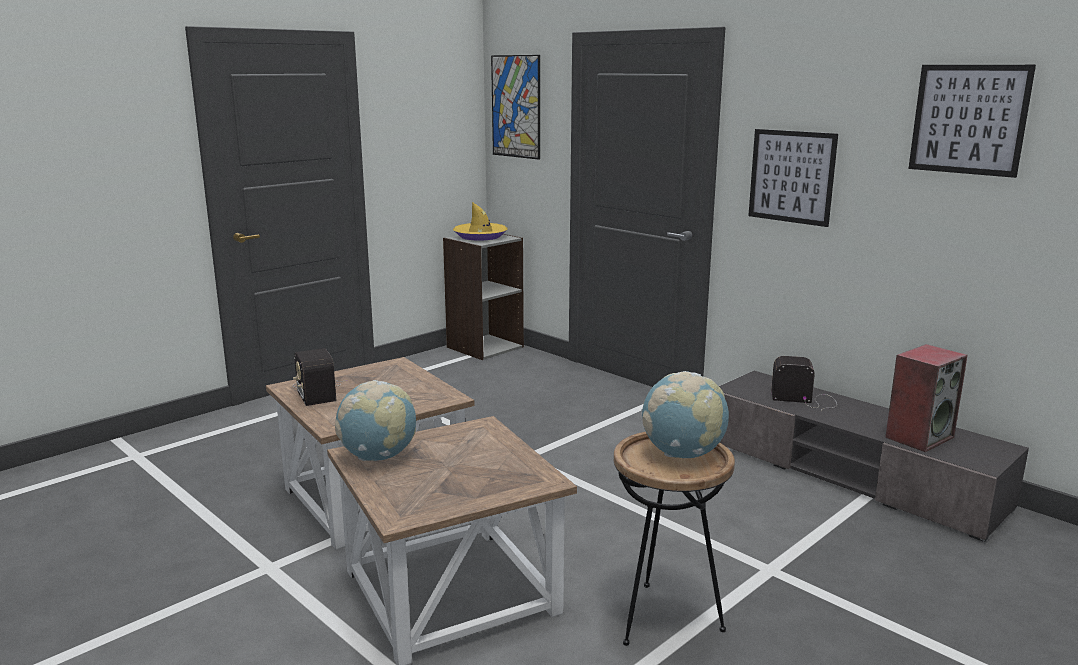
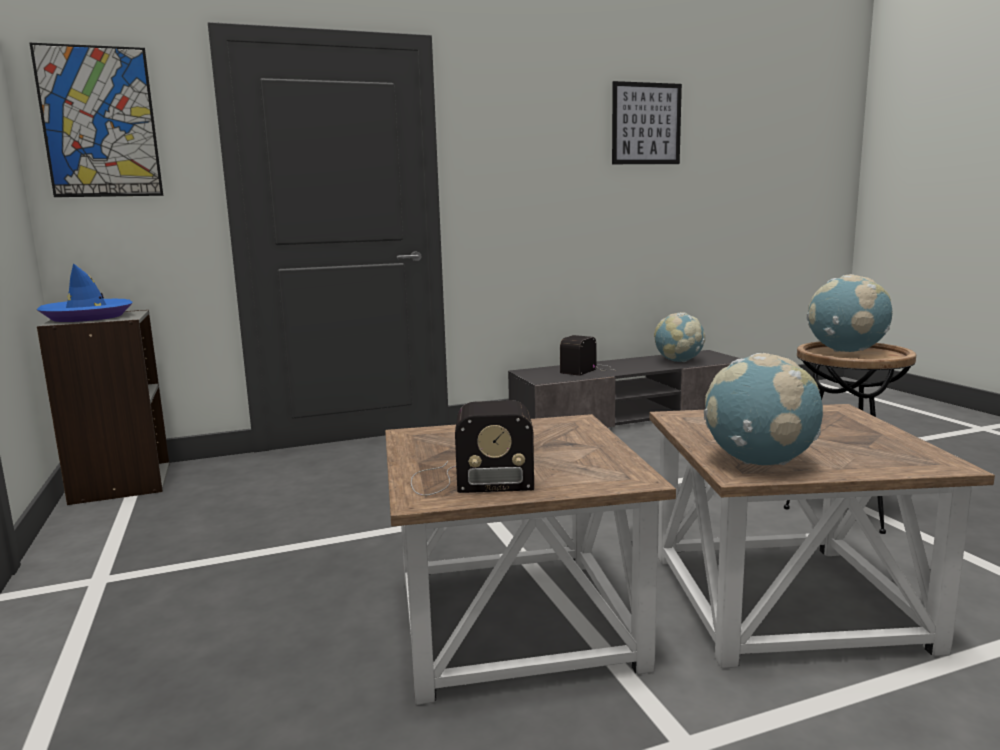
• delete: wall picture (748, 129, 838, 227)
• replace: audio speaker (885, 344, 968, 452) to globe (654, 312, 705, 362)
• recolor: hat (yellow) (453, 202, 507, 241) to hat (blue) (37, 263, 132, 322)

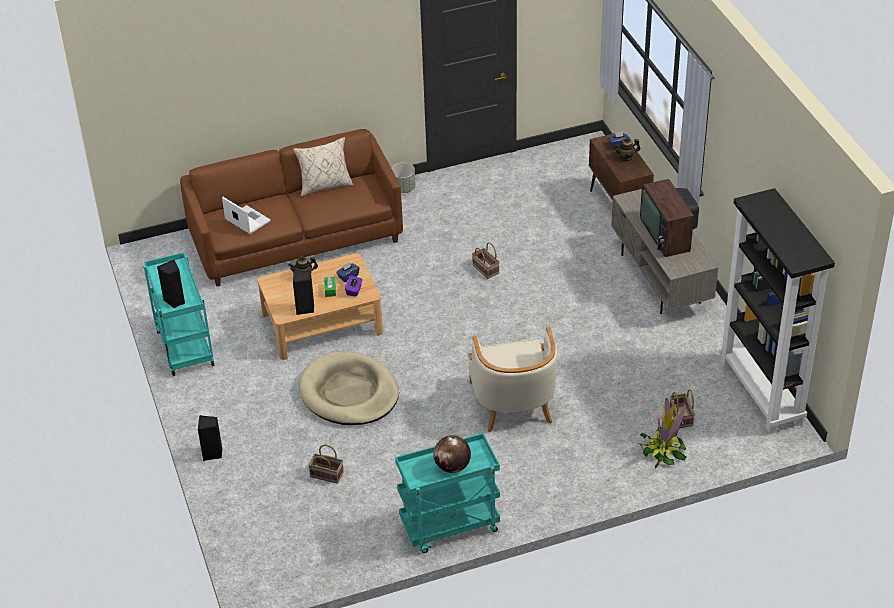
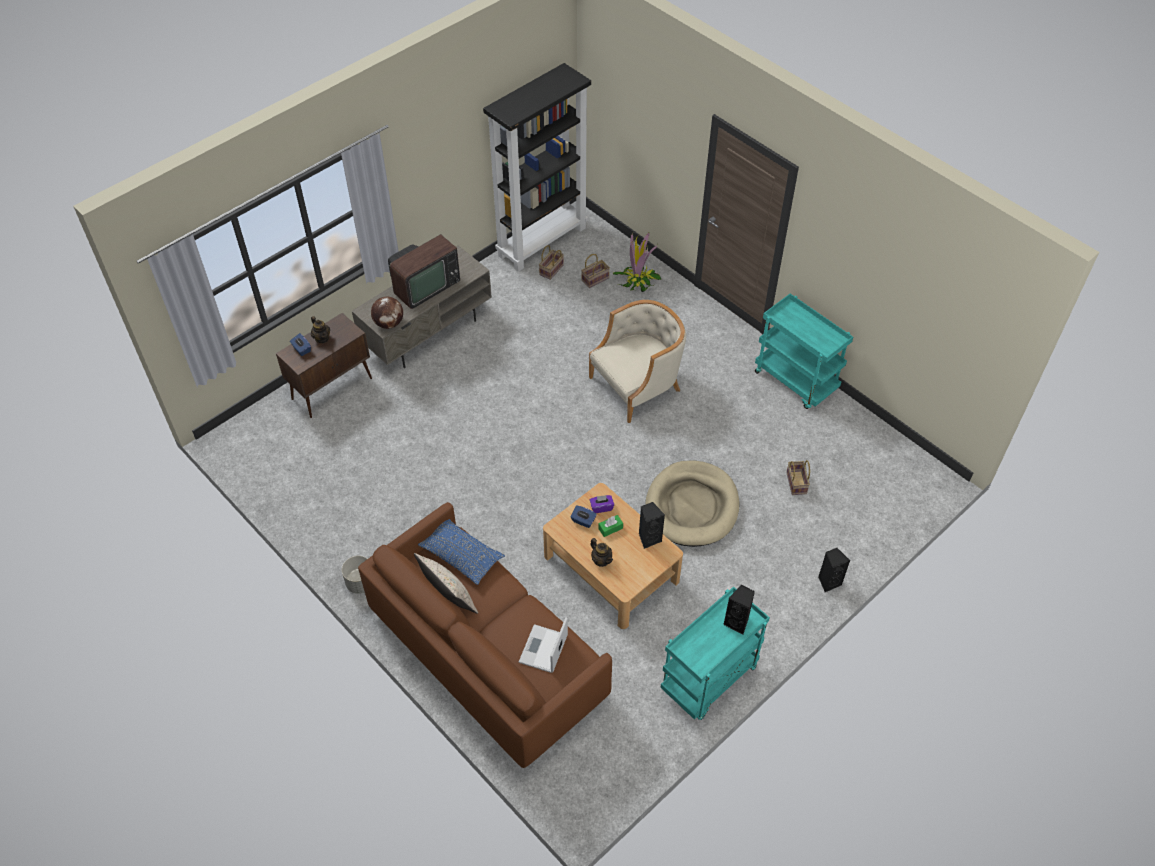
• insert: cushion (blue) (418, 519, 505, 585)
• move: globe (433, 435, 471, 473) to (371, 297, 403, 329)
• move: household basket (472, 242, 499, 279) to (539, 245, 564, 280)

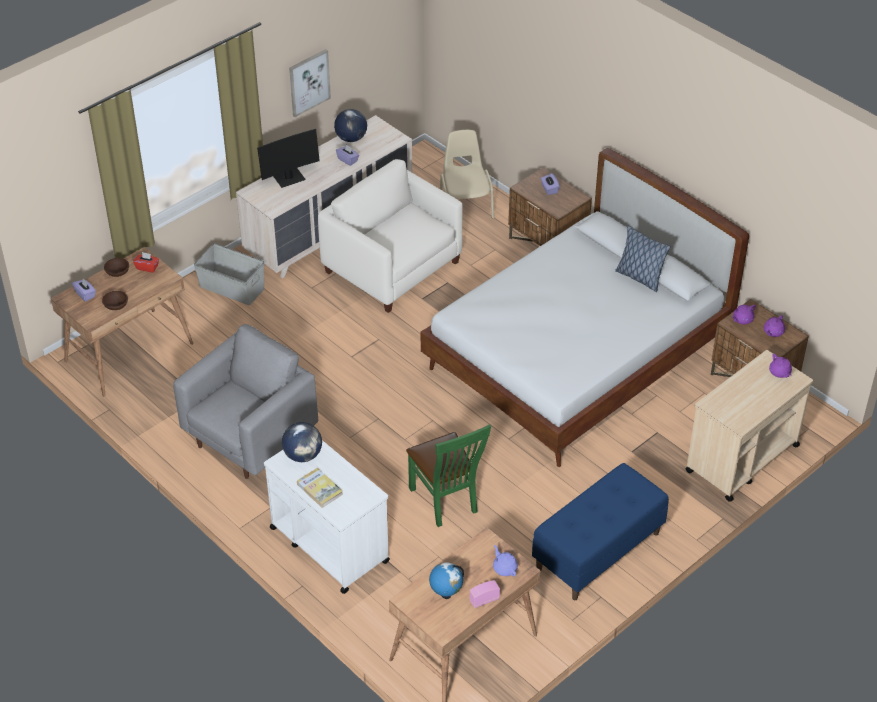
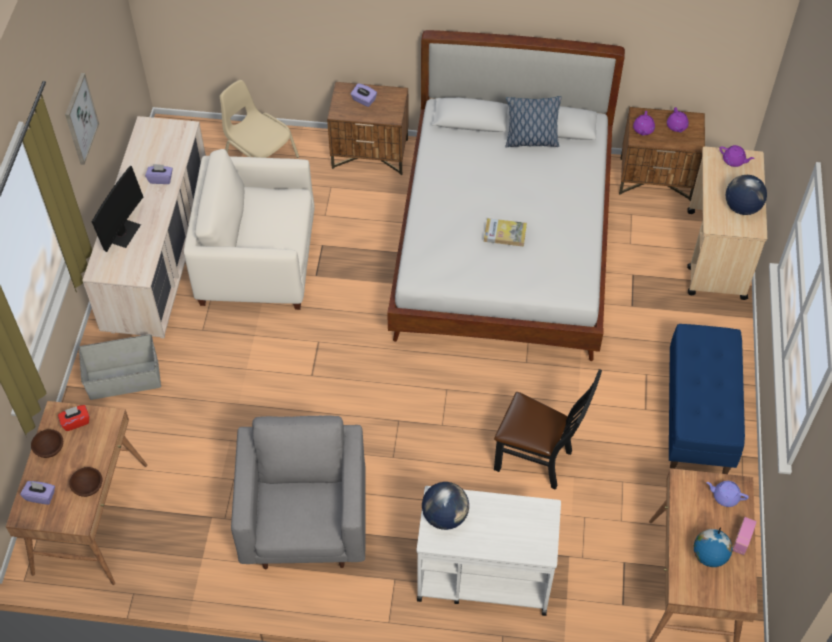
• move: bound book (297, 468, 343, 508) to (484, 218, 527, 246)
• move: globe (334, 109, 367, 142) to (726, 175, 767, 215)
• recolor: plain chair (green-coloured) (406, 424, 491, 527) to plain chair (black) (494, 369, 602, 490)

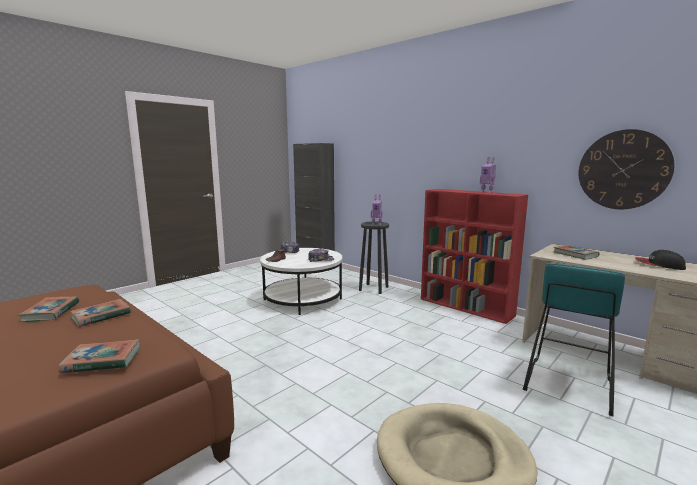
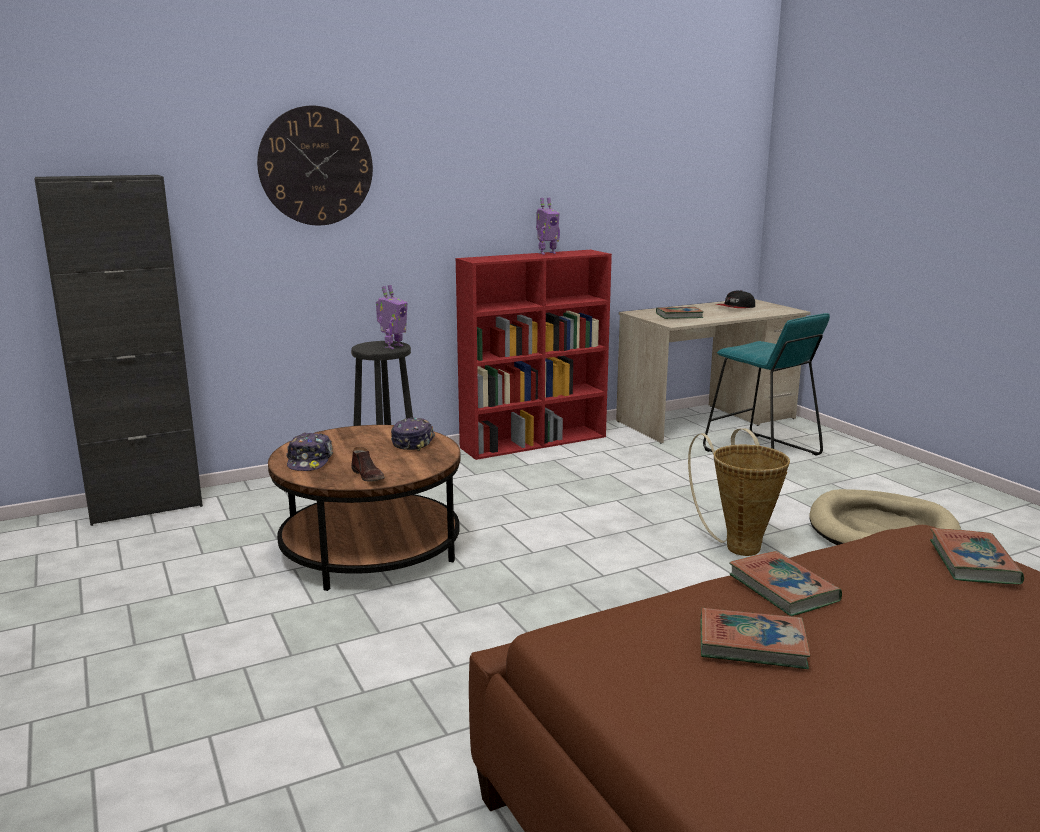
• insert: household basket (688, 428, 790, 556)
• move: clock on the wall (579, 129, 675, 209) to (257, 106, 373, 226)
• recolor: low table (white-coloured) (260, 248, 343, 315) to low table (brown-coloured) (268, 425, 460, 591)

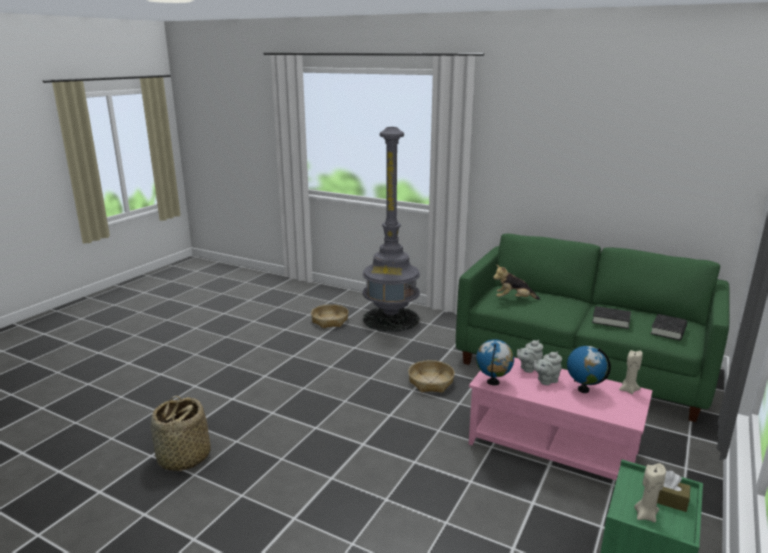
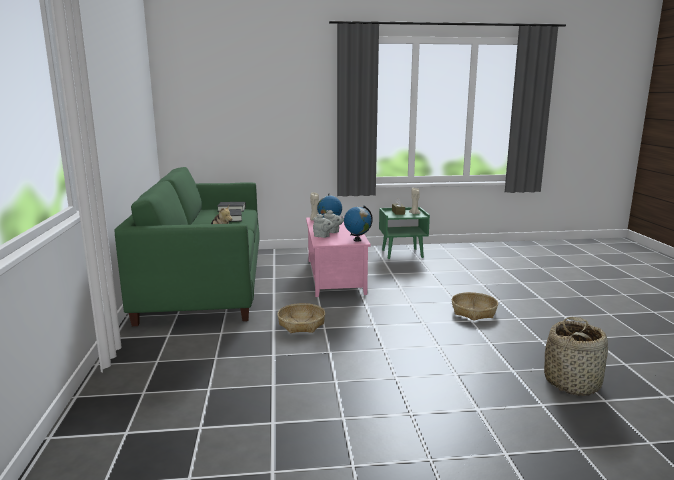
• delete: standing lamp (grey) (363, 127, 420, 332)
• move: household basket (311, 304, 349, 328) to (452, 292, 498, 321)

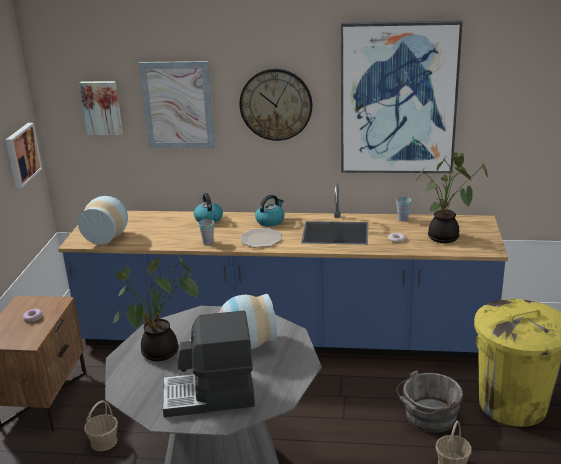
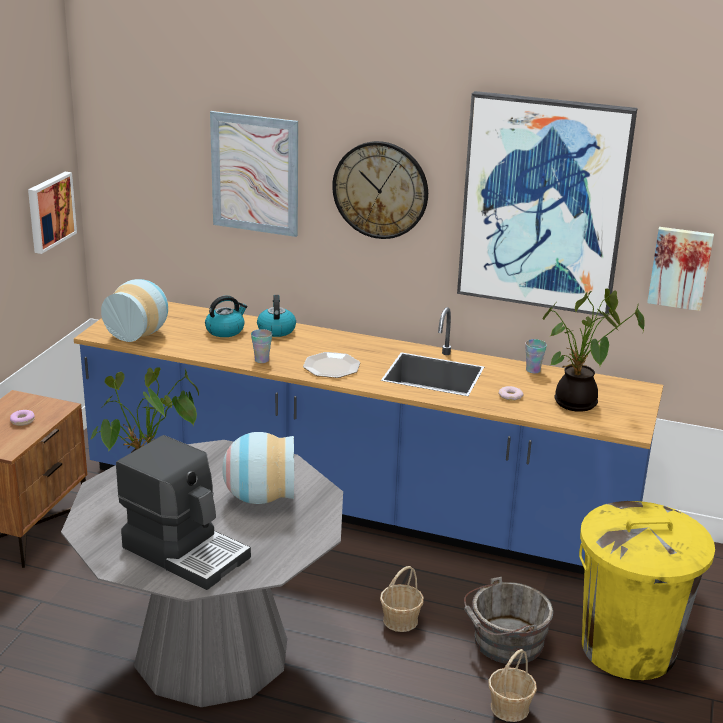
• move: wall picture (79, 81, 123, 135) to (647, 227, 714, 311)
• move: household basket (84, 400, 118, 451) to (380, 566, 424, 632)
• move: tea kettle (255, 195, 285, 226) to (205, 296, 247, 337)
• rotate: coffee machine (163, 311, 255, 417) = (116, 435, 251, 590) 150 degrees counterclockwise

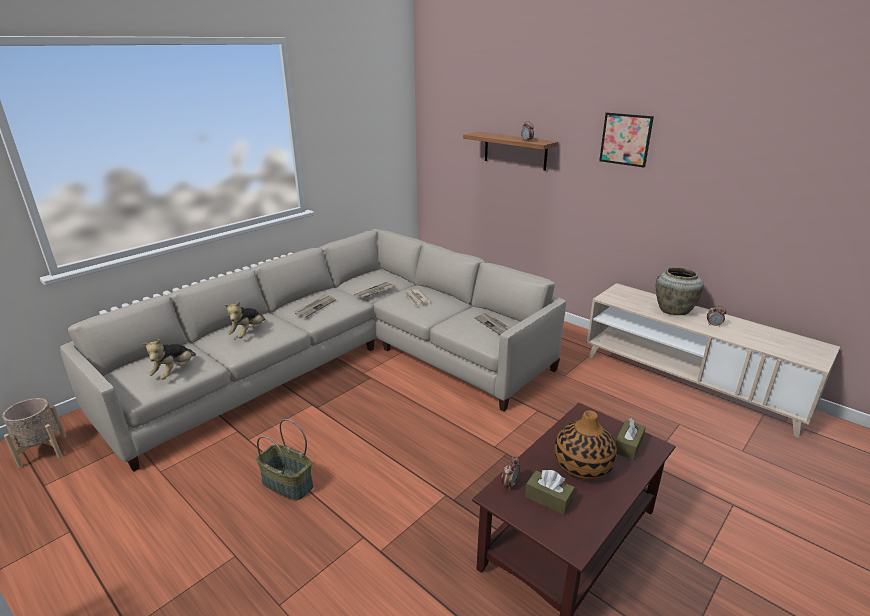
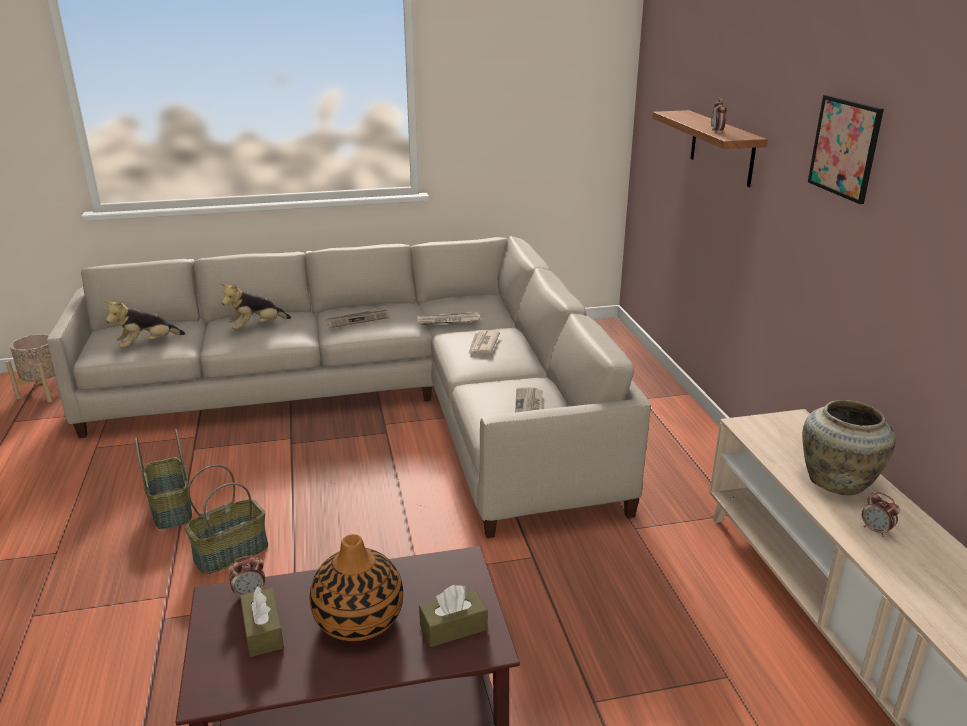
• insert: household basket (185, 465, 268, 574)

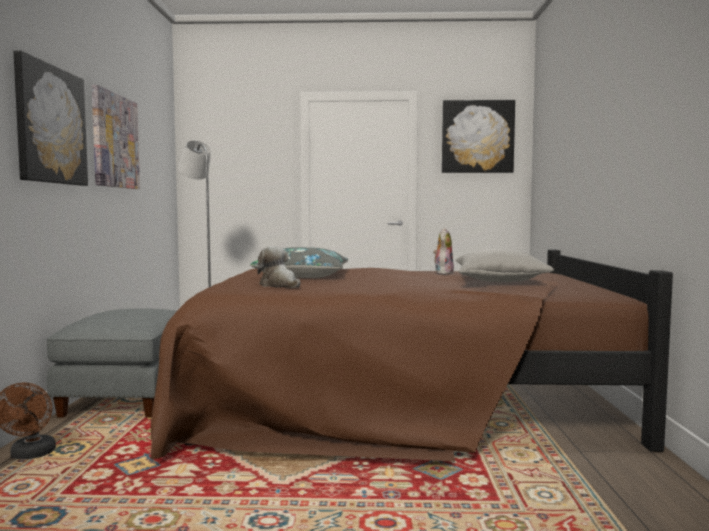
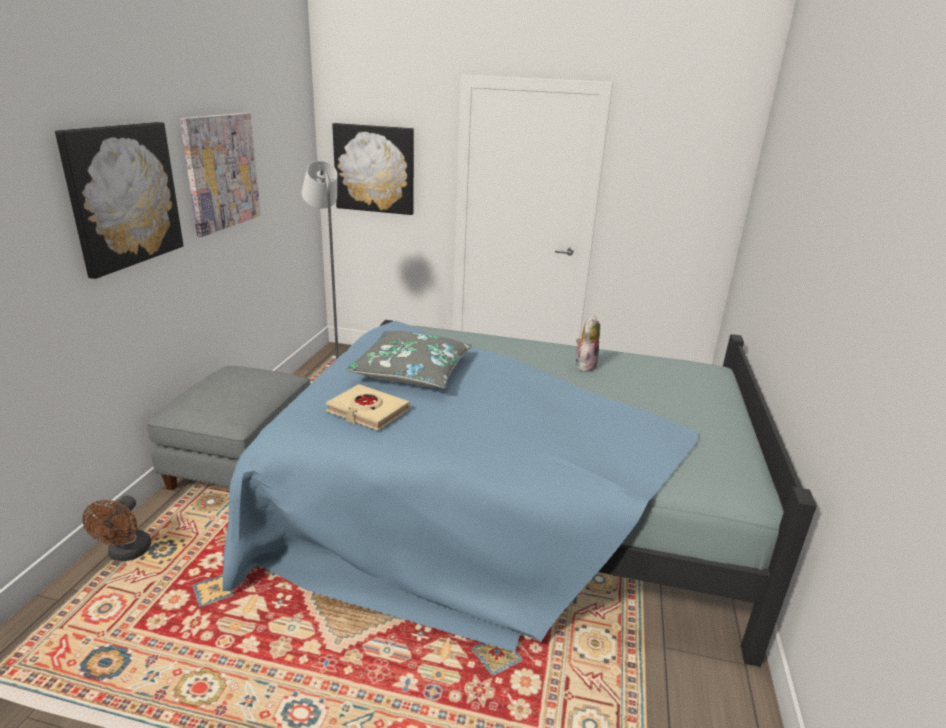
• delete: cushion (grey) (456, 249, 554, 282)
• move: wall picture (442, 100, 515, 173) to (332, 123, 414, 215)
• replace: cuddly toy (257, 246, 300, 288) to bound book (beige) (326, 384, 410, 431)
• recolor: bedroom bed (brown-coloured) (150, 250, 673, 461) to bedroom bed (blue) (222, 320, 817, 667)

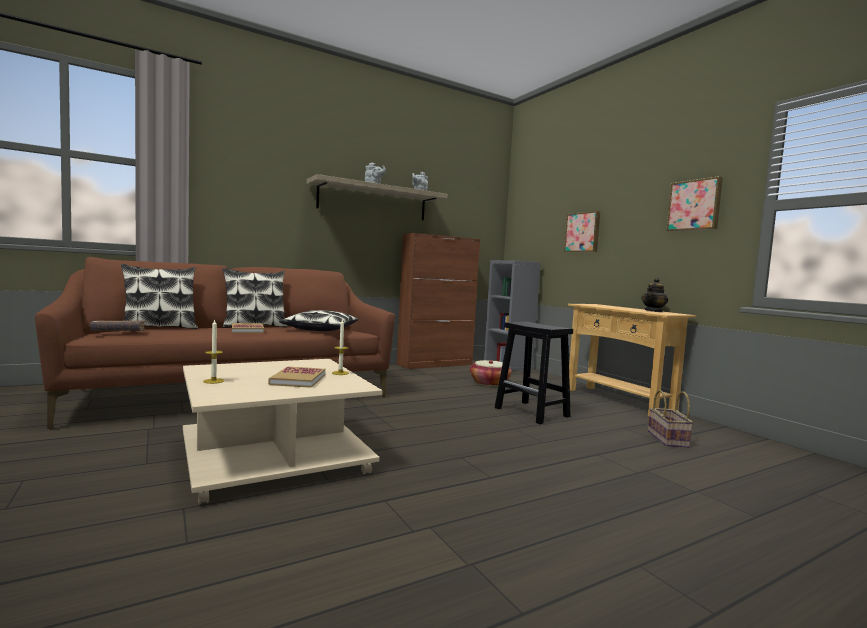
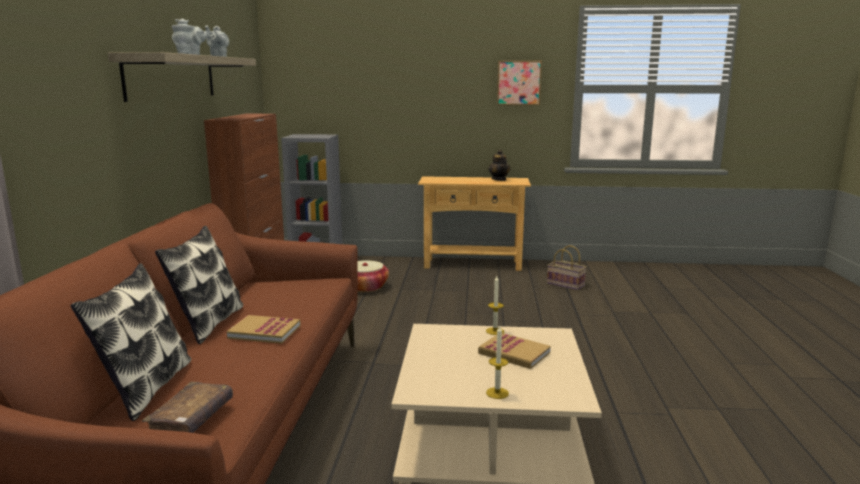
• delete: cushion (279, 310, 358, 331)
• delete: stool (black) (495, 322, 573, 424)
• delete: wall picture (564, 211, 600, 252)

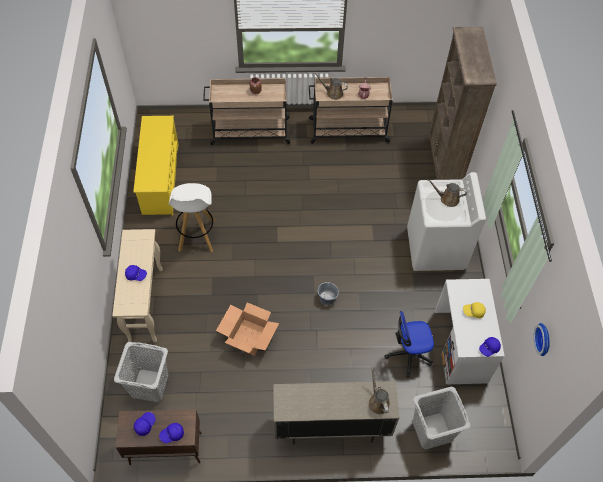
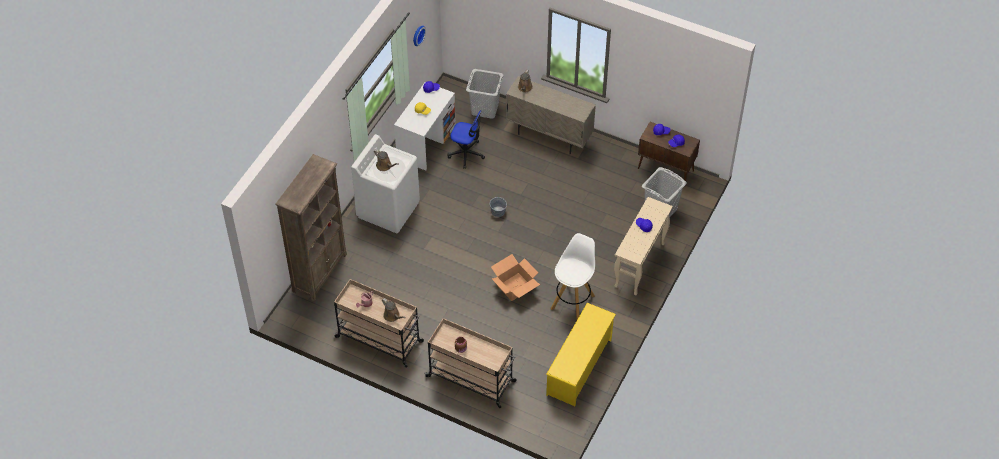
• move: cardboard box (216, 302, 279, 356) to (491, 254, 540, 301)

